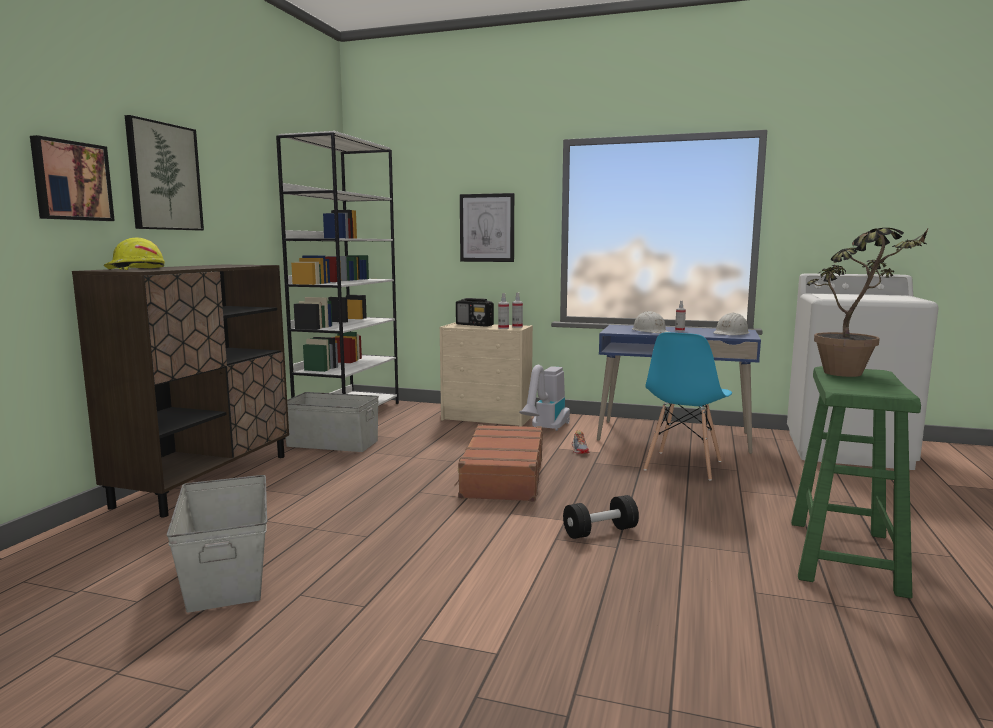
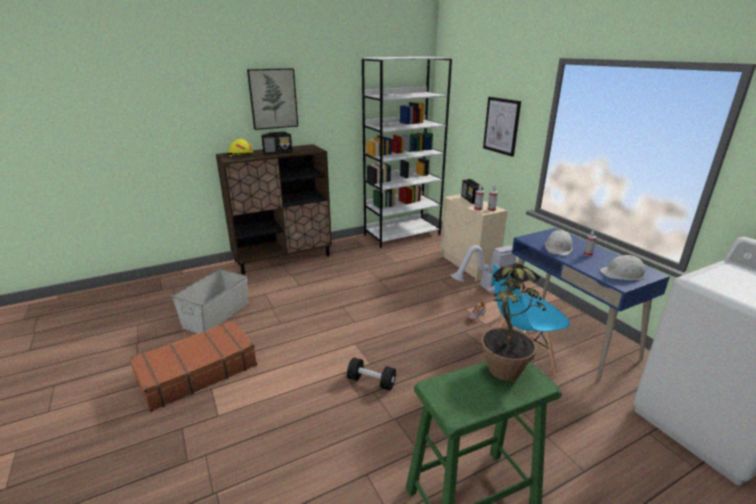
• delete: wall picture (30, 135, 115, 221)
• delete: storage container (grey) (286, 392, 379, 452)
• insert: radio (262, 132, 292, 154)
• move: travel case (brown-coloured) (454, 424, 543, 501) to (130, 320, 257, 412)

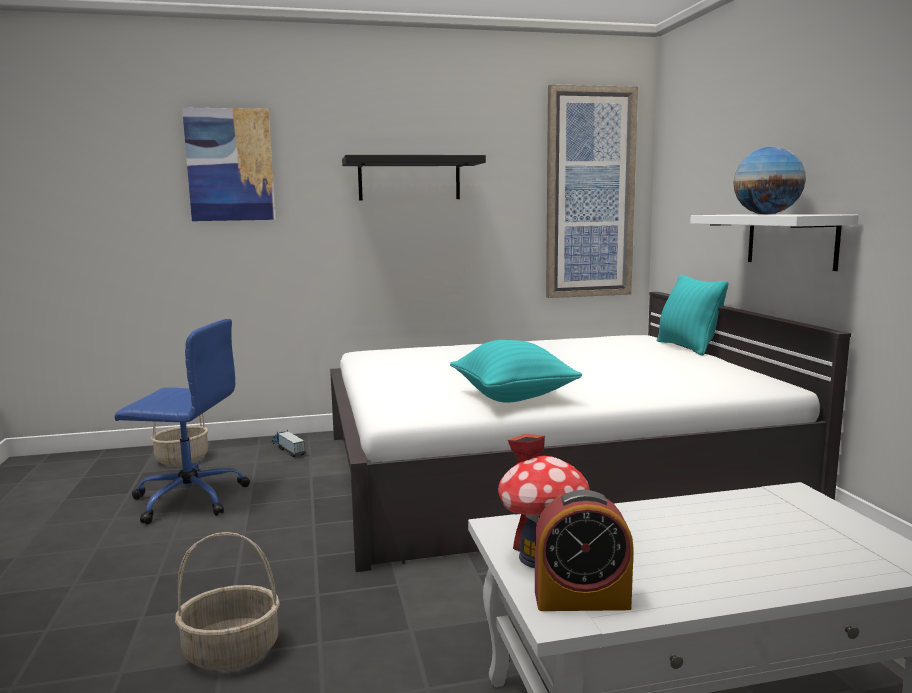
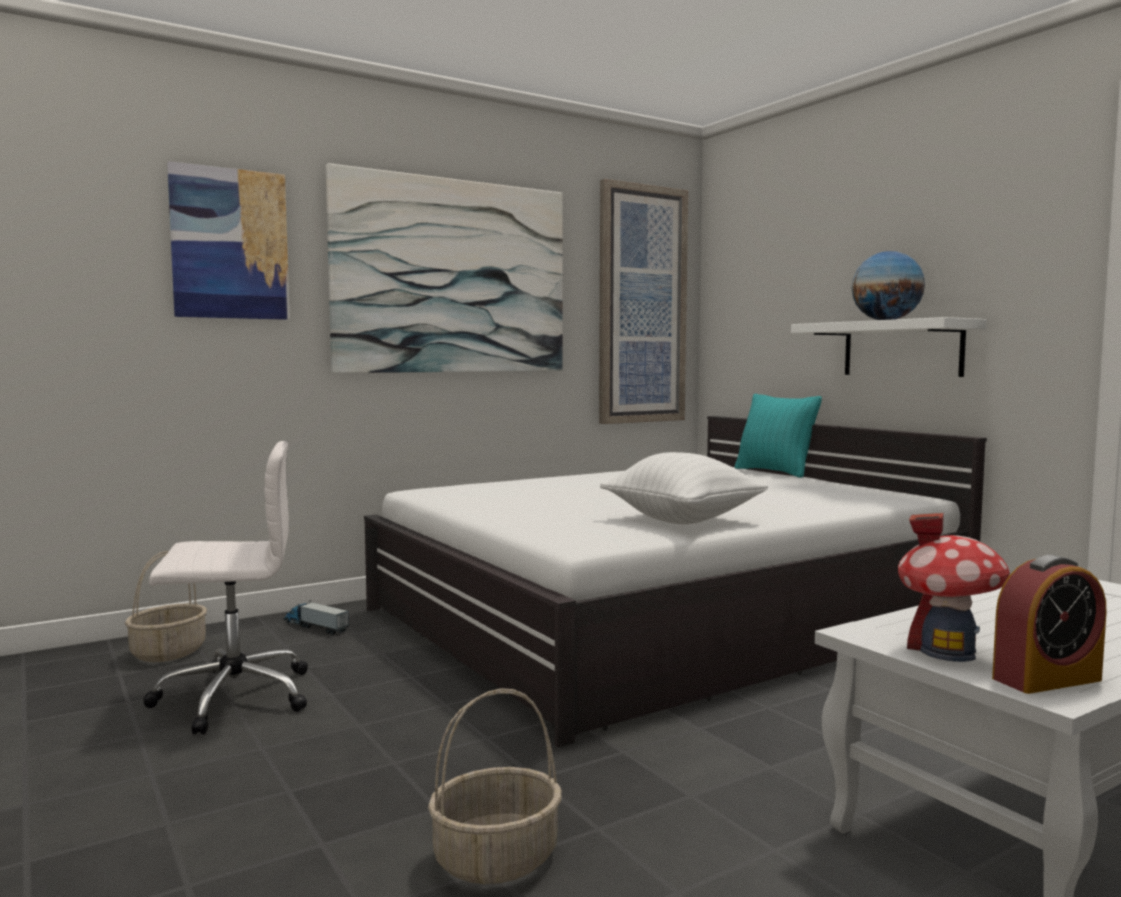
• replace: shelf (black) (342, 155, 486, 201) to wall picture (326, 163, 563, 373)
• recolor: desk chair (blue) (115, 319, 250, 524) to desk chair (white-coloured) (143, 441, 308, 735)
• recolor: cushion (turquoise-coloured) (450, 340, 582, 403) to cushion (white-coloured) (600, 452, 768, 524)

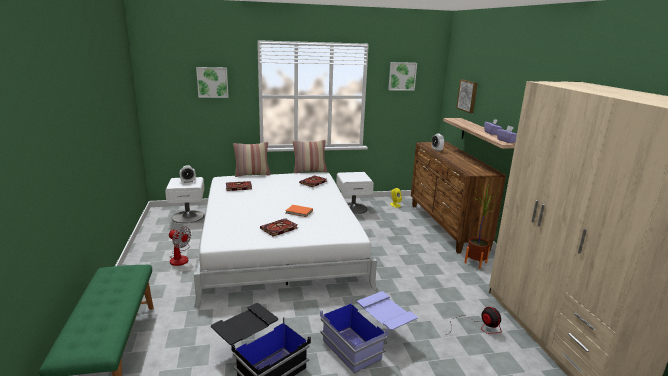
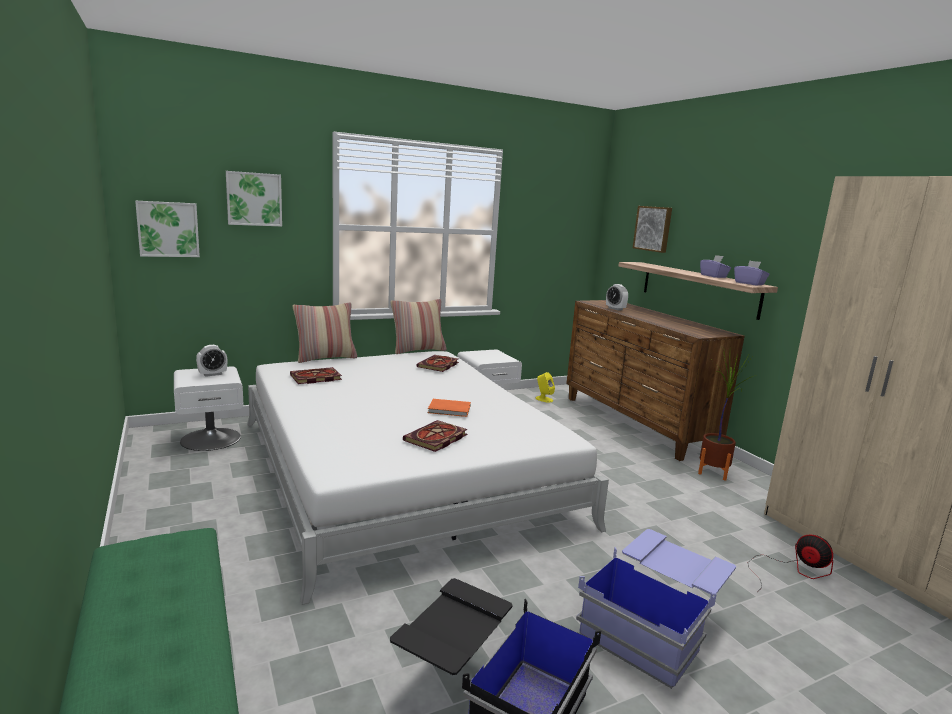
• delete: cooling fan (169, 226, 191, 266)
• move: wall picture (388, 62, 417, 91) to (135, 201, 200, 257)

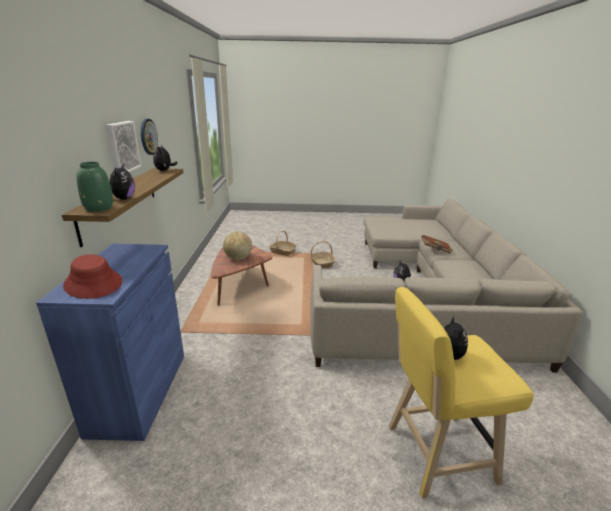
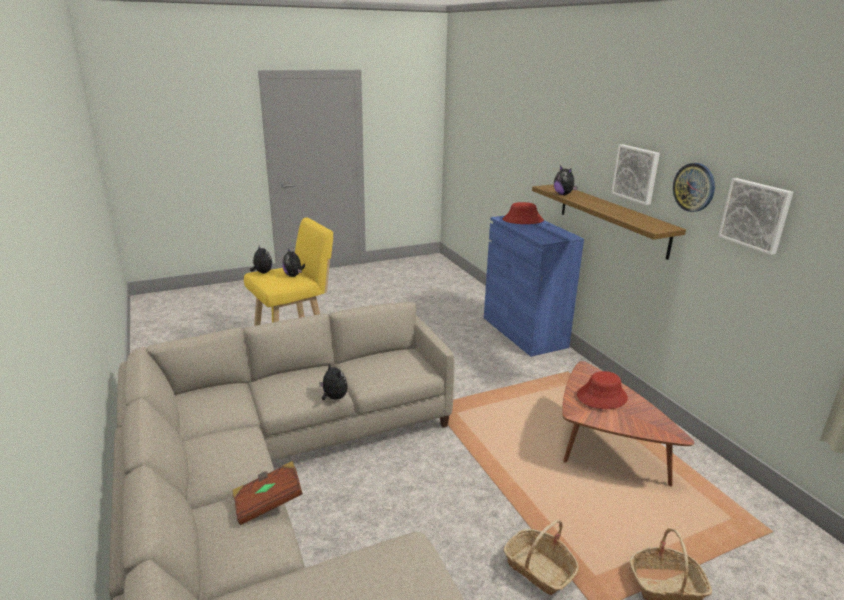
• delete: vase (green-coloured) (76, 162, 113, 212)
• insert: wall picture (718, 178, 793, 255)
• move: cuddly toy (153, 145, 178, 171) to (250, 245, 272, 273)
• replace: globe (223, 232, 252, 260) to hat (red-coloured) (577, 371, 628, 409)

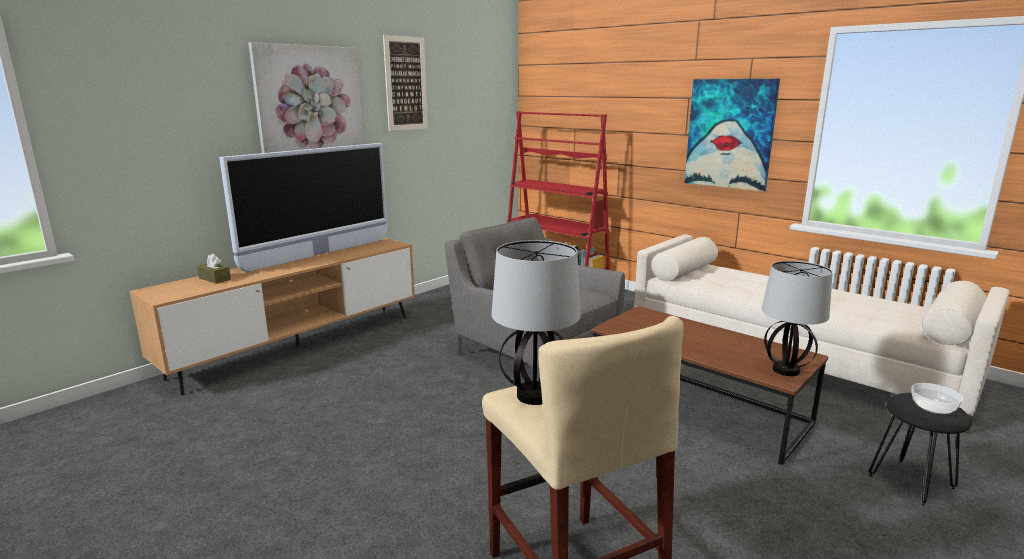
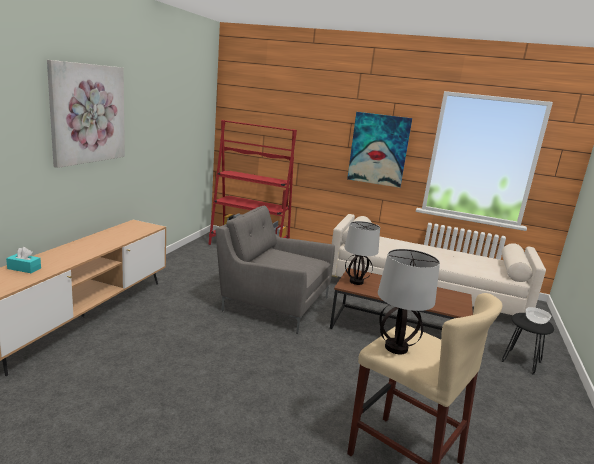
• delete: television (219, 143, 388, 272)
• delete: wall picture (383, 35, 428, 131)
• move: tabletop lamp (762, 261, 833, 376) to (344, 221, 380, 285)
• recolor: box of tissues (brown-coloured) (197, 254, 231, 284) to box of tissues (turquoise-coloured) (6, 247, 41, 273)

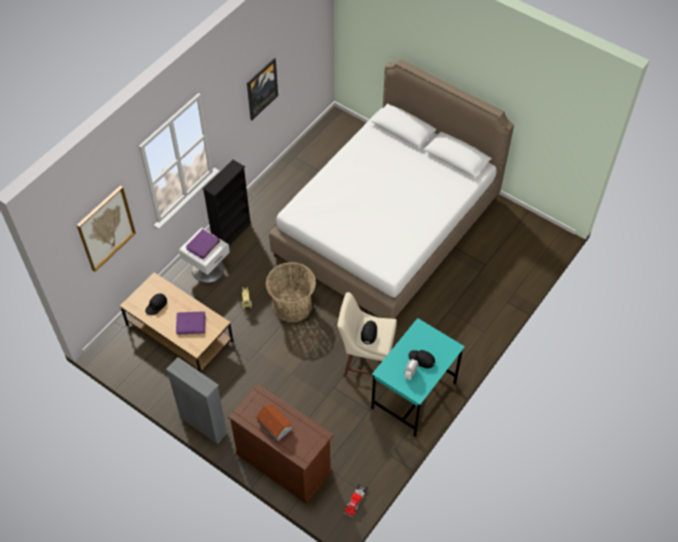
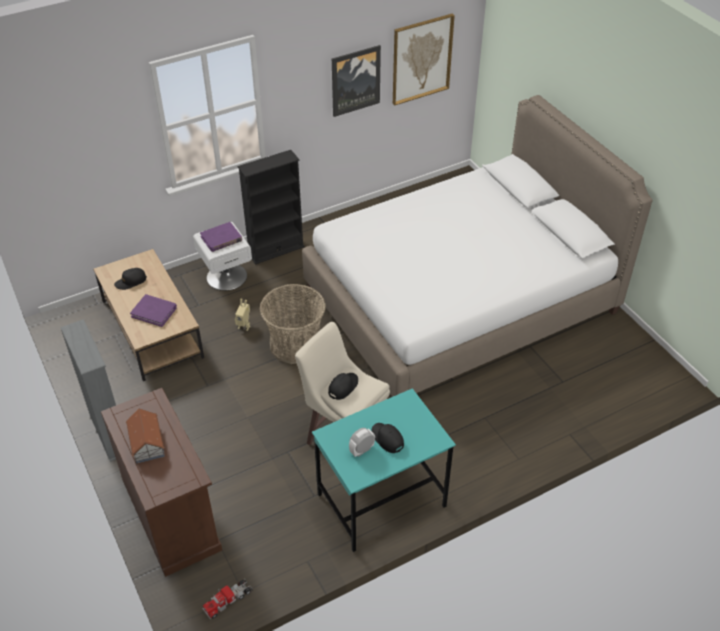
• move: wall picture (77, 186, 136, 272) to (393, 14, 455, 106)

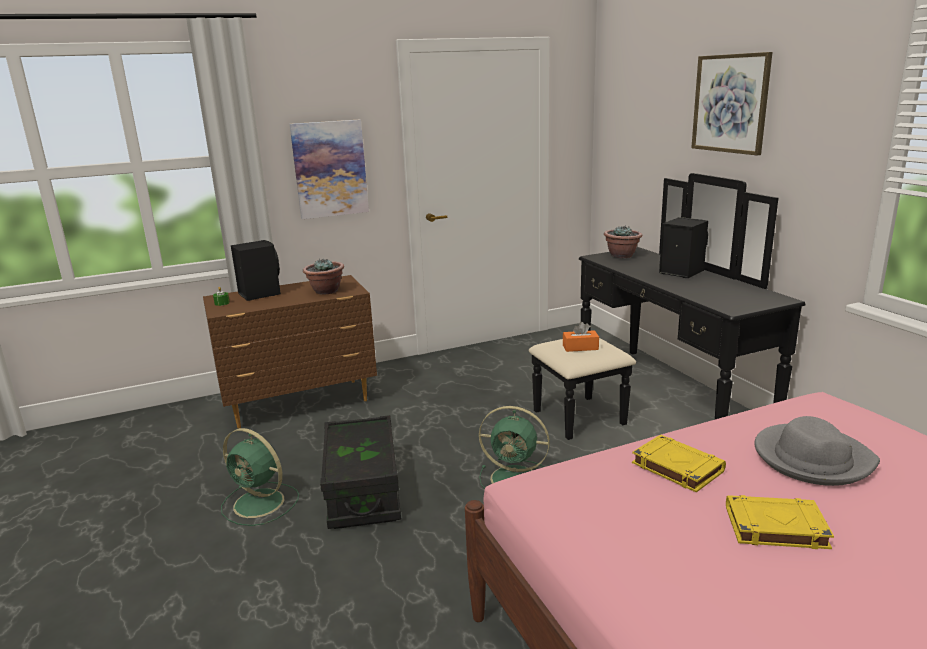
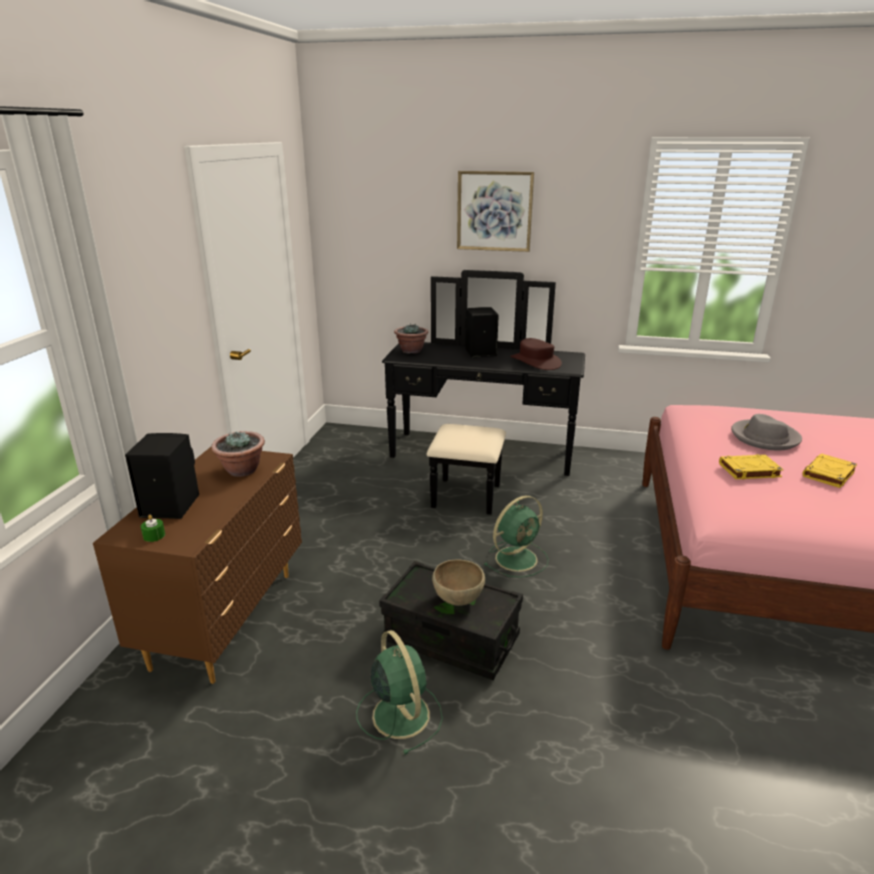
• delete: wall picture (290, 120, 369, 219)
• delete: box of tissues (orange) (563, 322, 599, 352)
• insert: bowl (brown-coloured) (432, 559, 485, 606)
• insert: hat (brown-coloured) (510, 338, 562, 370)
• rotate: cooling fan (green-coloured) (221, 428, 299, 526) = (356, 630, 443, 754) 90 degrees counterclockwise

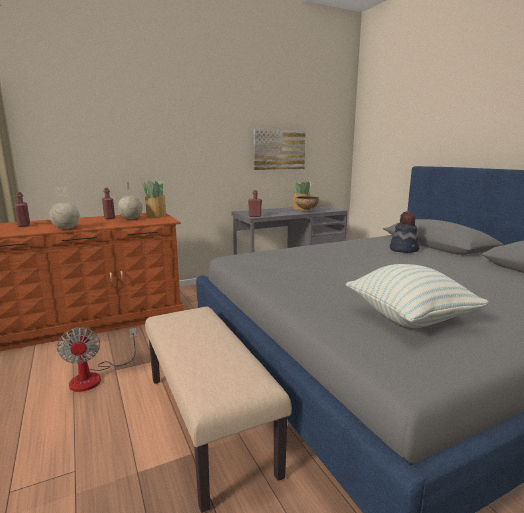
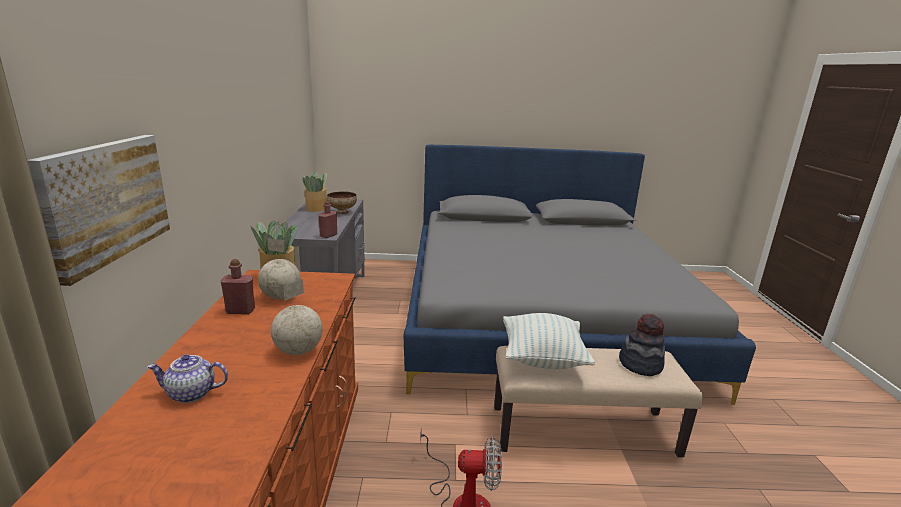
• move: wall picture (253, 129, 306, 170) to (28, 135, 170, 286)
• move: cushion (346, 264, 489, 328) to (503, 313, 595, 369)
• move: hat (390, 211, 420, 253) to (619, 313, 665, 376)
• replace: drink bottle (red-coloured) (14, 192, 30, 227) to teapot (147, 354, 228, 403)

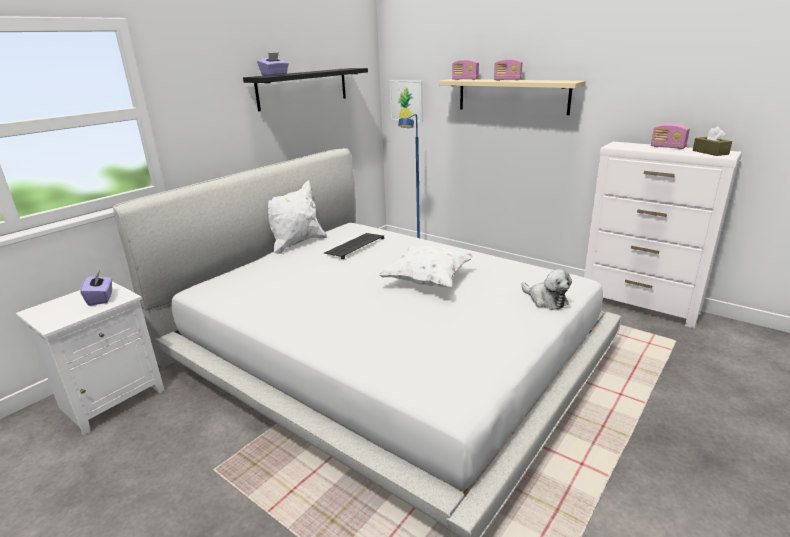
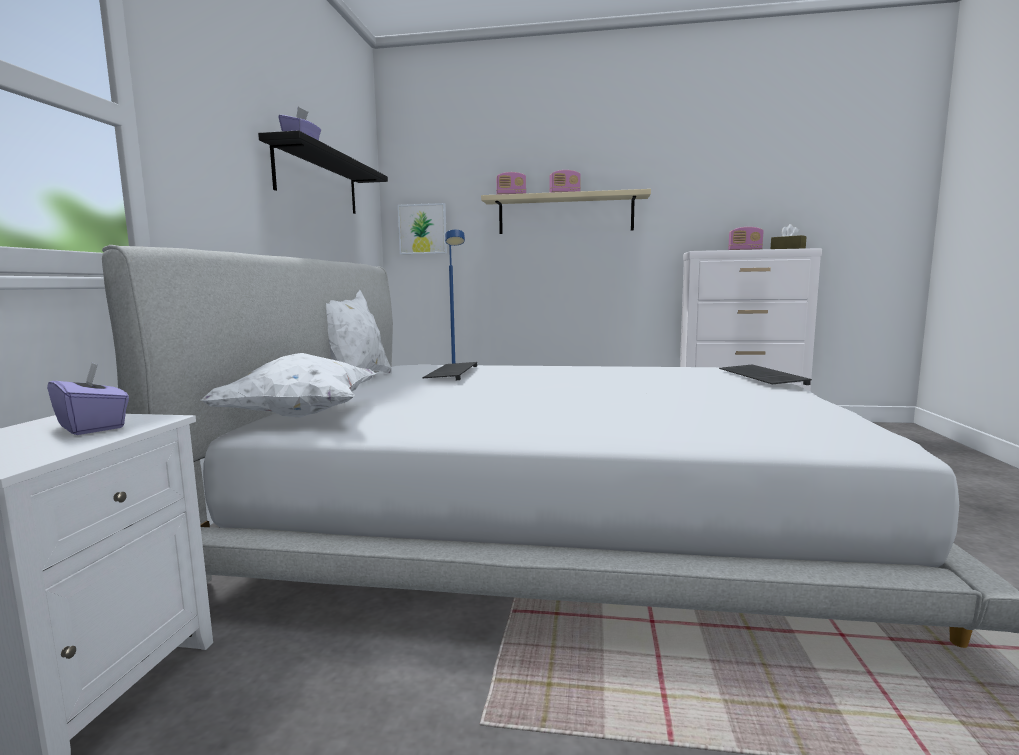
• move: cushion (white-coloured) (378, 245, 475, 287) to (201, 353, 376, 417)
• replace: cuddly toy (521, 269, 572, 310) to computer keyboard (719, 365, 812, 385)

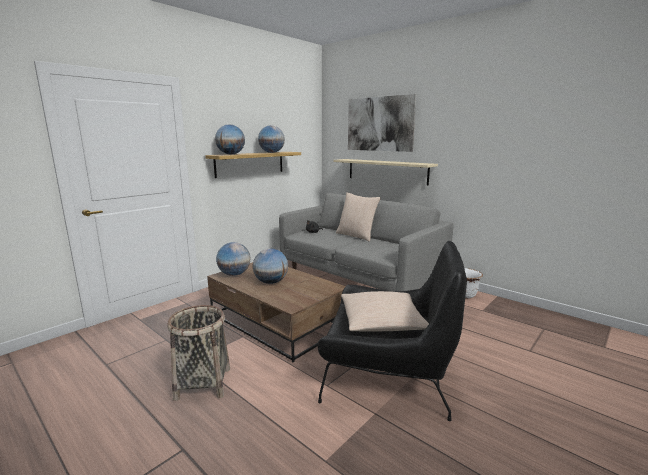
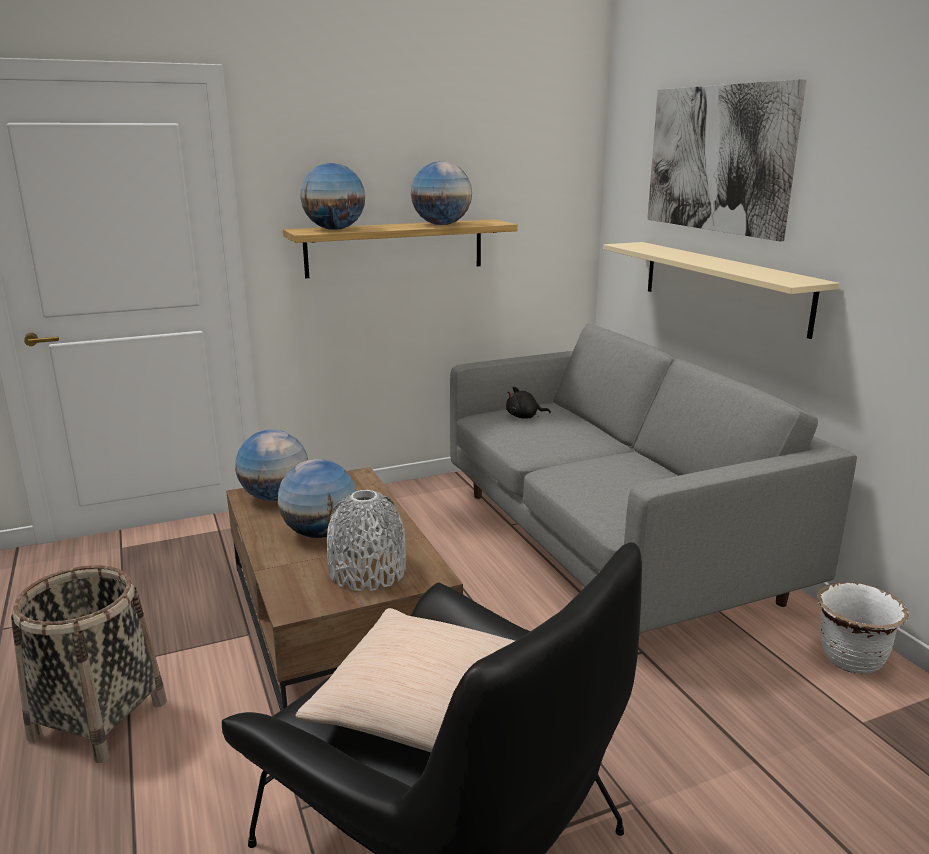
• delete: cushion (beige) (336, 192, 381, 242)
• insert: vase (grey) (327, 490, 406, 591)

